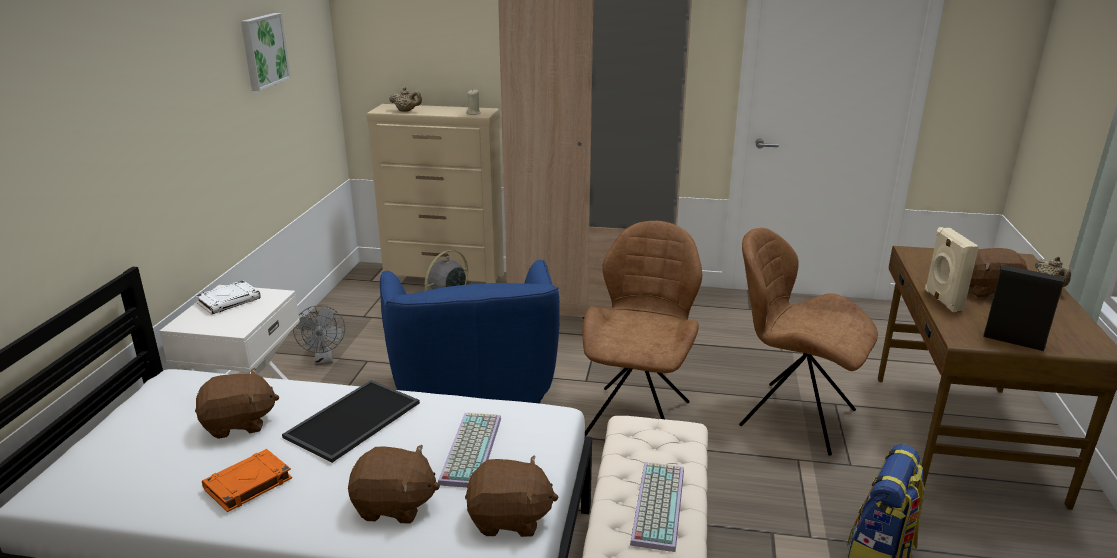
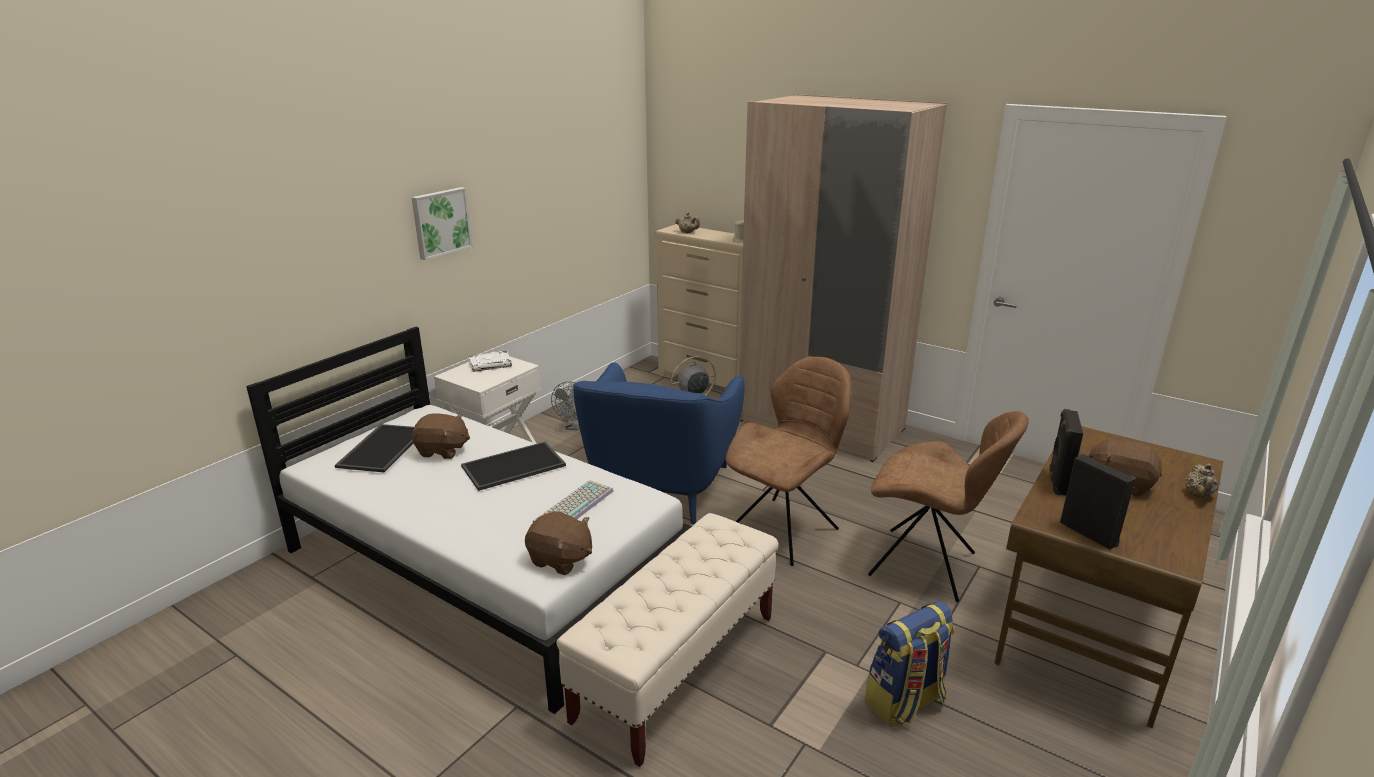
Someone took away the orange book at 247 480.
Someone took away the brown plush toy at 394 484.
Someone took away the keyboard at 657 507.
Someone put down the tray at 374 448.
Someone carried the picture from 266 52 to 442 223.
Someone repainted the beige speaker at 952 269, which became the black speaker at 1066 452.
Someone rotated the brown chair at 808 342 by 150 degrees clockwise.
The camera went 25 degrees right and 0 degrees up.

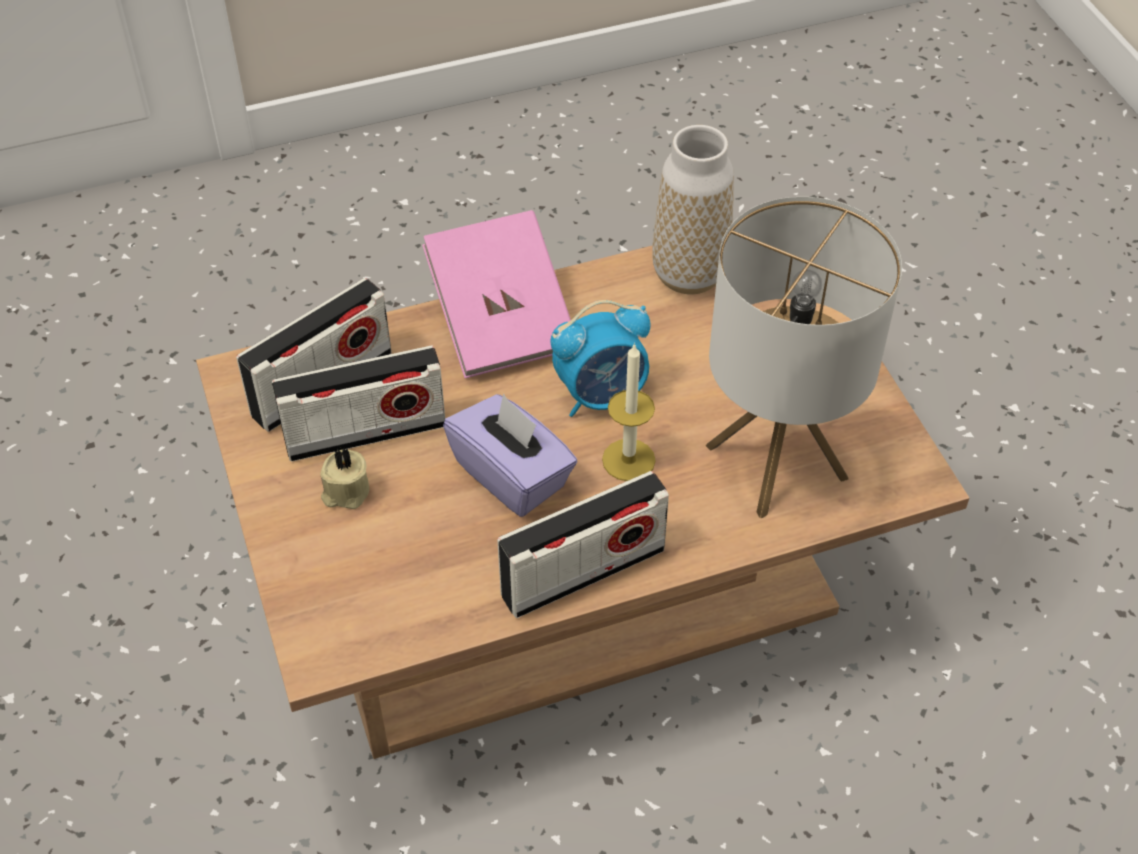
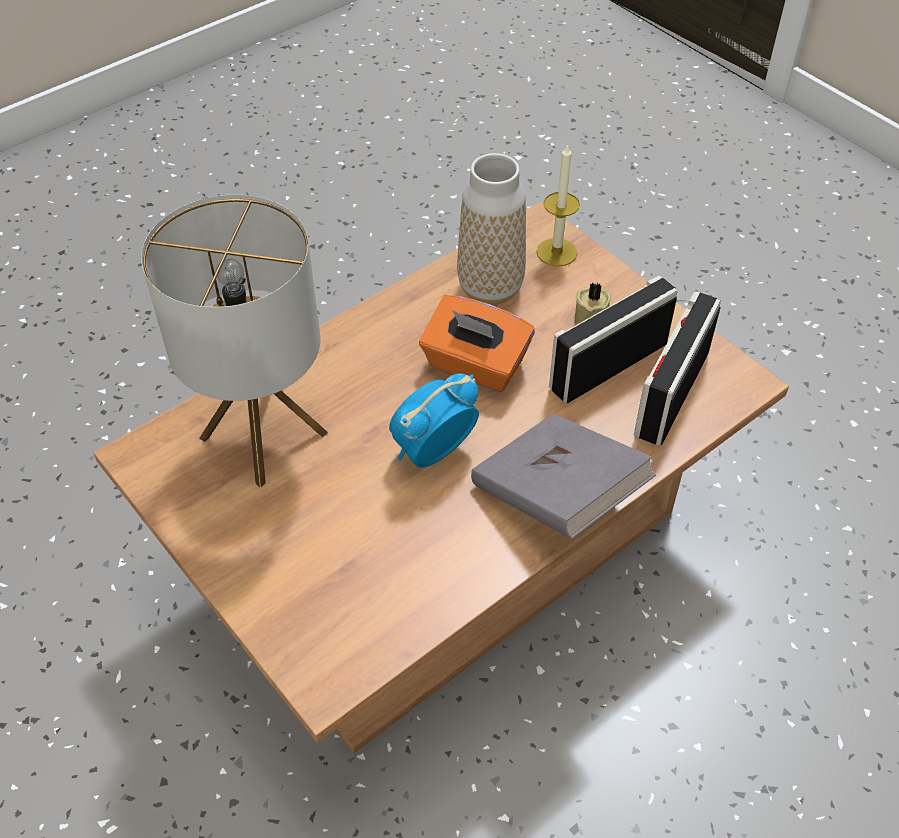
Someone took away the radio at 583 544.
Someone carried the candle from 629 412 to 558 205.
Someone carried the vase from 693 210 to 491 229.
Someone repainted the pink book at 496 294, which became the grey book at 563 476.
Someone repainted the purple tissue box at 510 455, which became the orange tissue box at 477 343.
The camera went 160 degrees right and 0 degrees up.

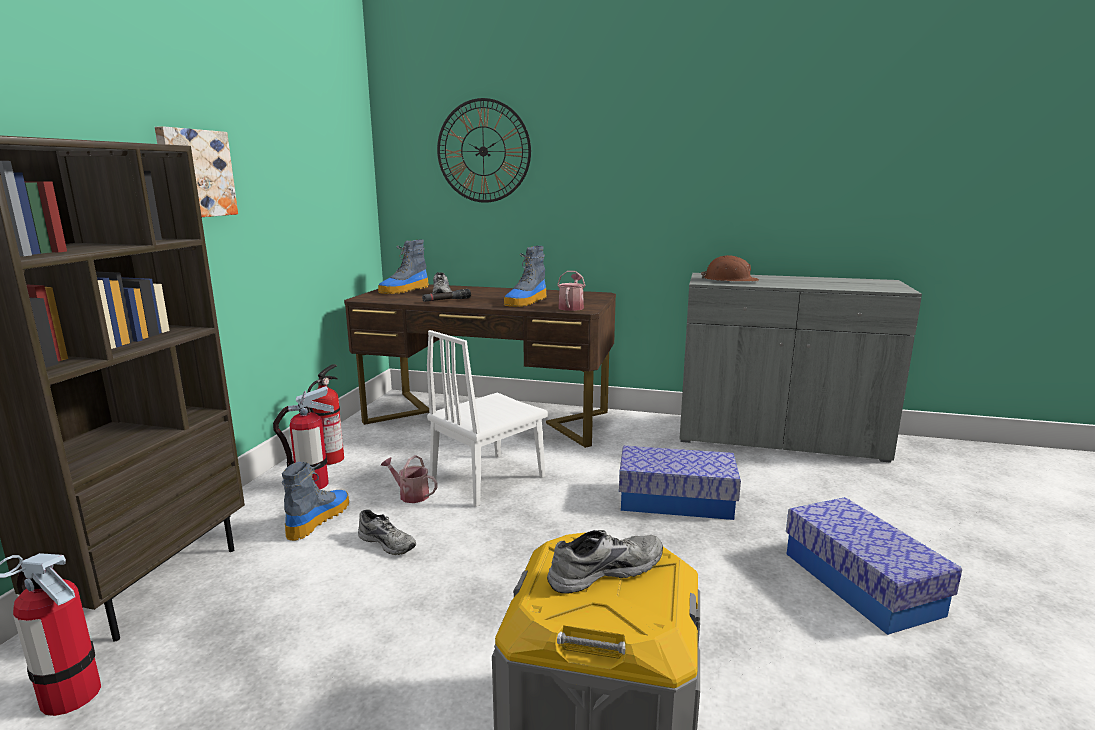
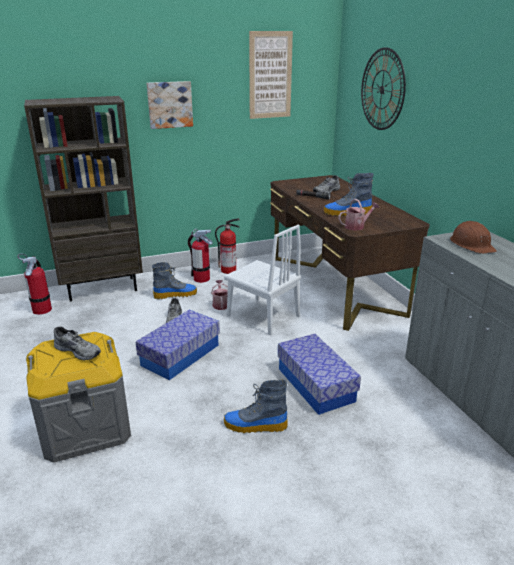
Someone put up the picture at 271 75.
Someone carried the boot from 403 267 to 256 406.
Someone carried the storage box from 874 566 to 178 345.
Someone rotated the white chair at 487 418 by 150 degrees counterclockwise.
The camera went 55 degrees right and 10 degrees up.

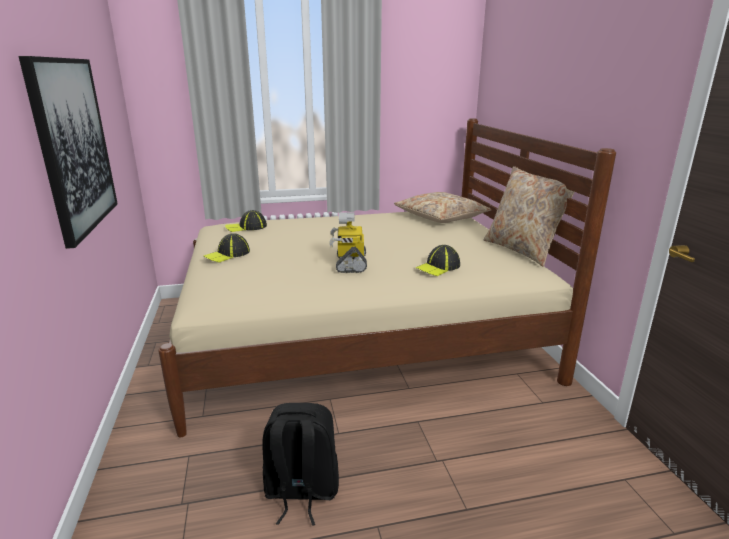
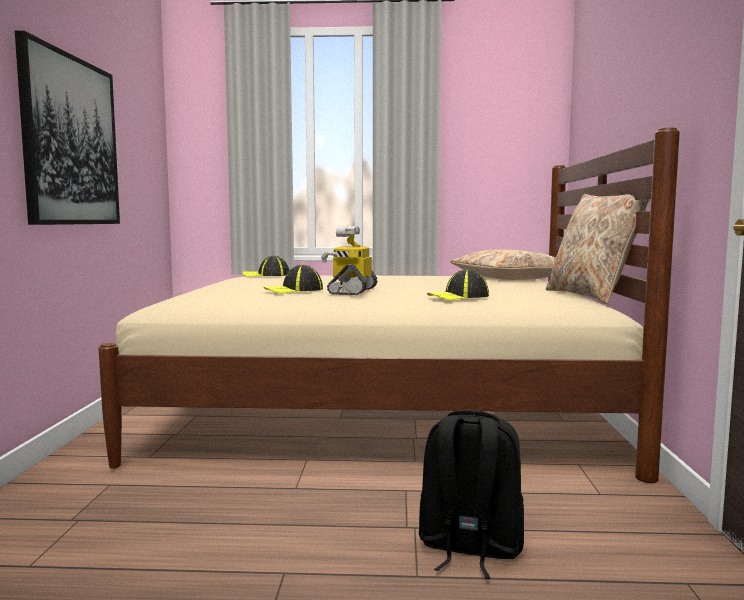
Someone carried the cap from 226 248 to 293 279.
Someone carried the black backpack from 301 464 to 471 494.
The camera went 15 degrees right and 15 degrees down.

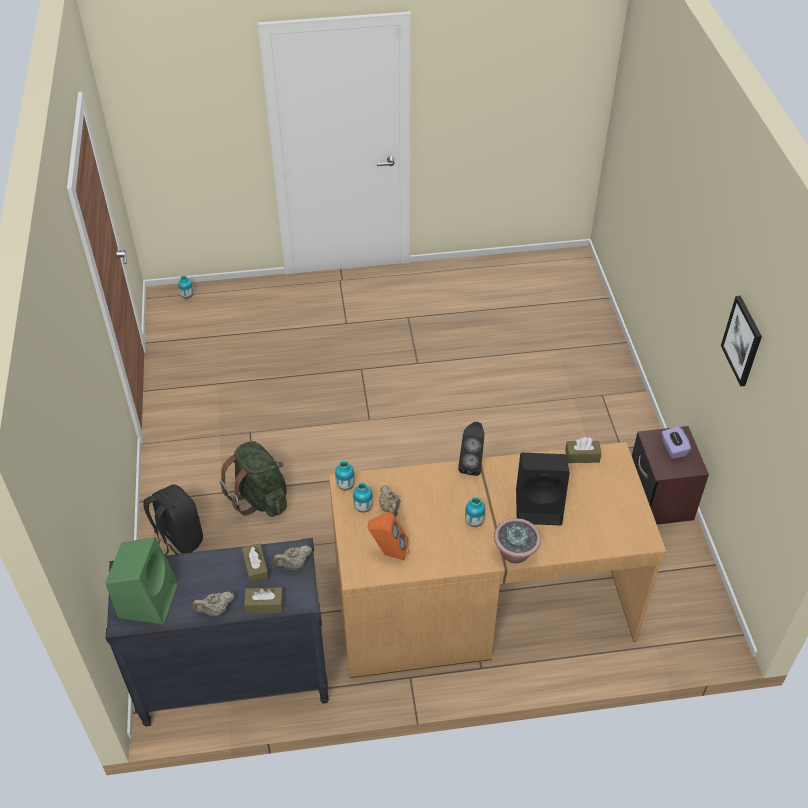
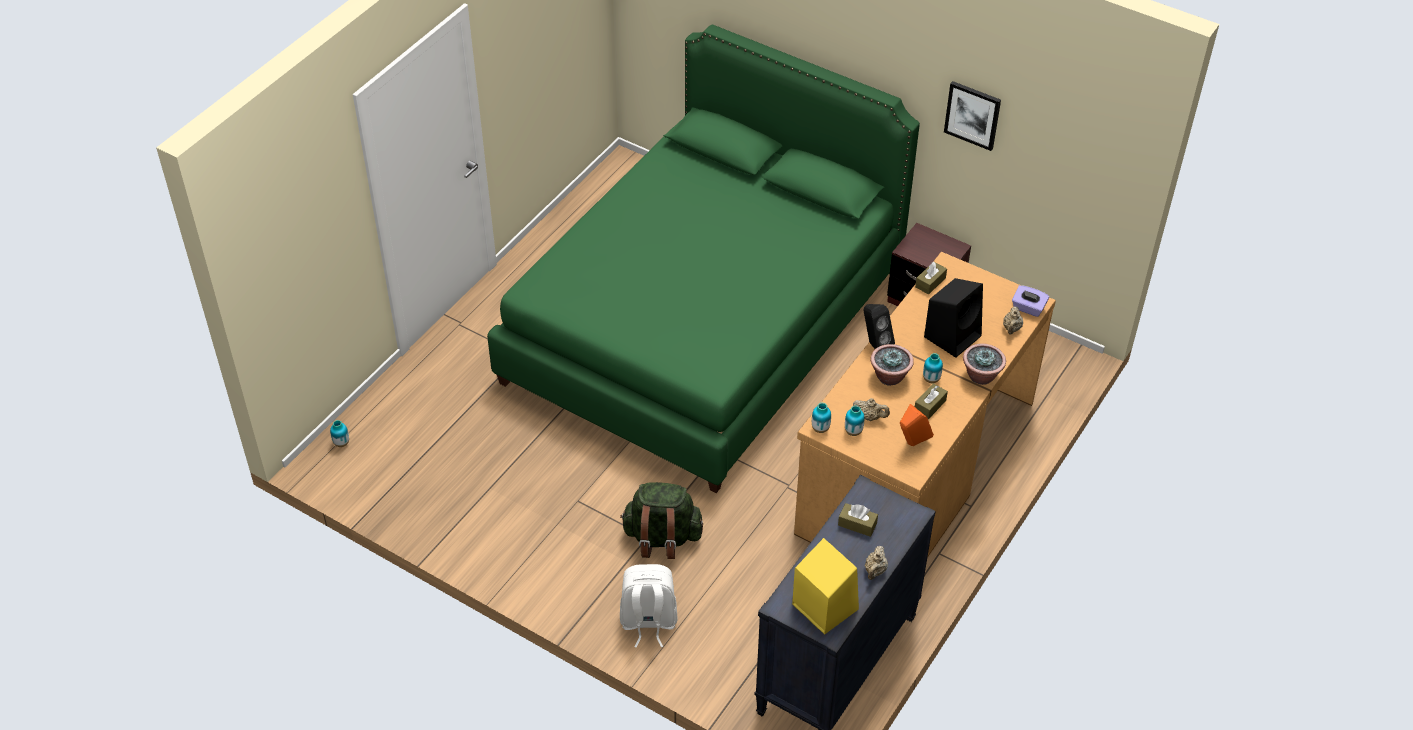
Someone put down the green bed at 703 259.
Someone put down the potted plant at 892 365.
Someone carried the brown tissue box from 264 600 to 931 401.
Someone carried the beige teapot from 292 557 to 1013 320.
Someone carried the purple tissue box from 676 442 to 1030 301.
Someone repainted the green speaker at 141 580, which became the yellow speaker at 825 586.
Someone repainted the black backpack at 173 520, which became the white backpack at 649 606.
The camera went 50 degrees left and 0 degrees up.

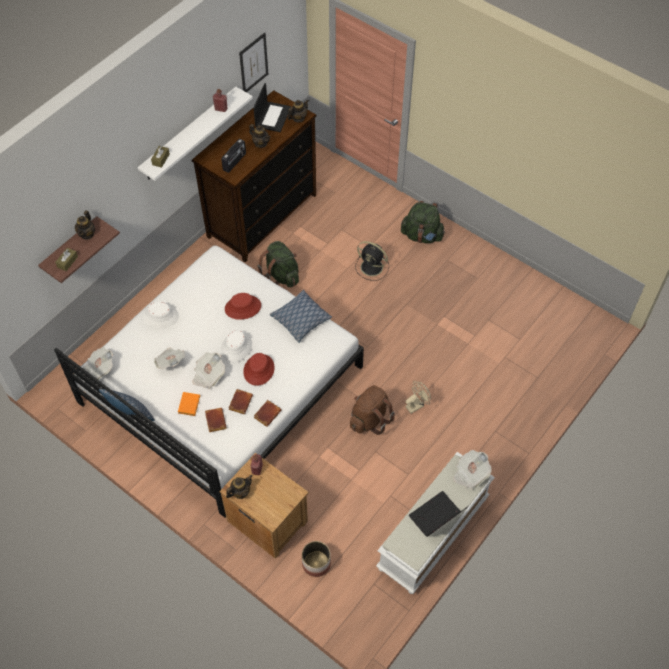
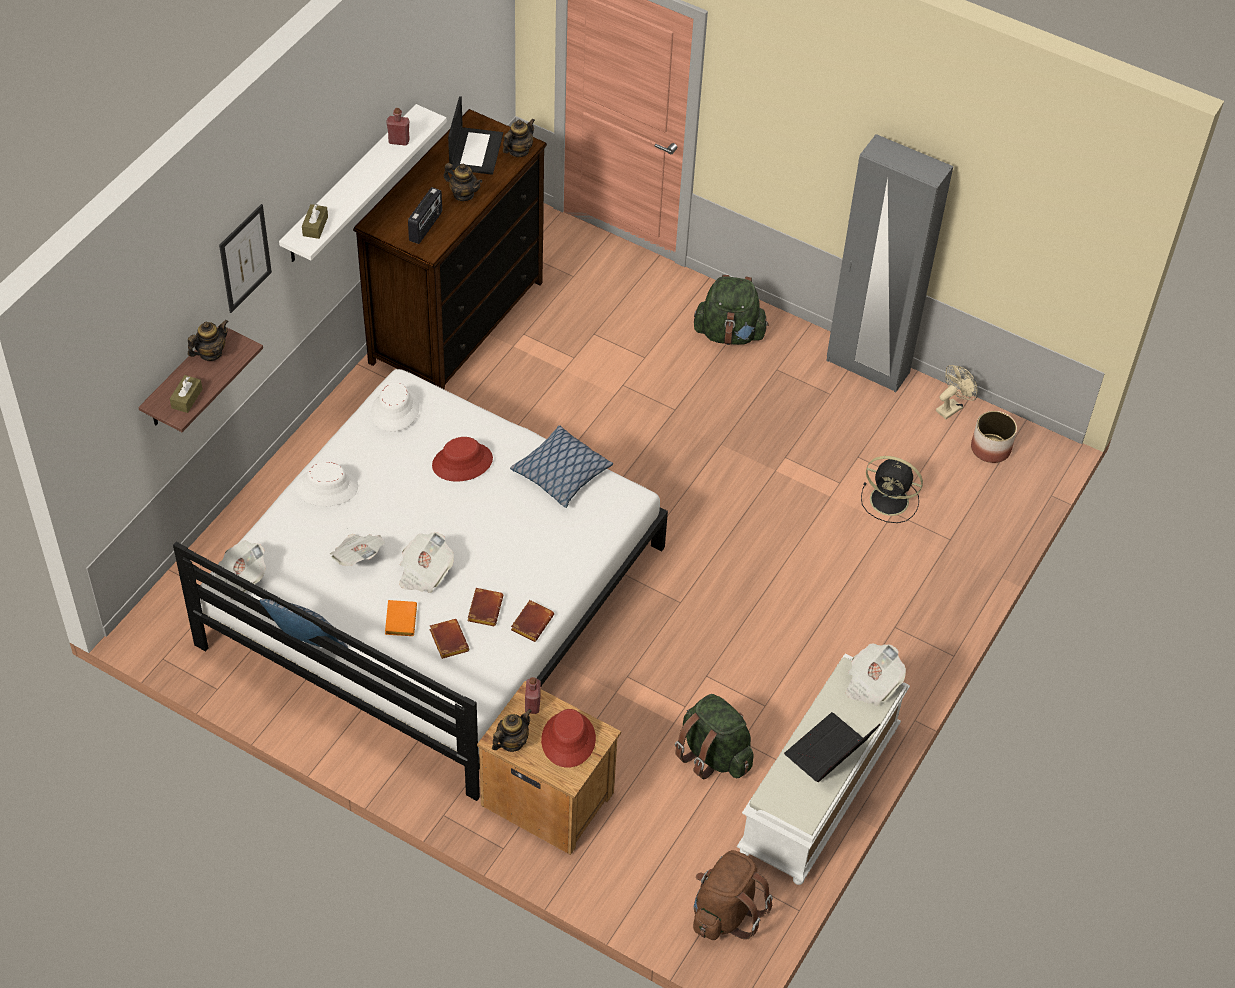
Someone put down the grey wardrobe at 889 263.
Someone carried the white hat from 236 346 to 395 407.
Someone carried the picture from 253 62 to 245 258.
Someone carried the red hat from 259 369 to 568 738.
Someone carried the green backpack from 278 264 to 714 736.
Someone carried the planter from 316 559 to 994 437.
Someone carried the brown backpack from 372 410 to 733 895.
Someone carried the black fan from 372 261 to 892 489.
Someone carried the beige fan from 418 397 to 956 392.
Someone rotated the teapot at 85 225 by 135 degrees counterclockwise.
The camera went 10 degrees left and 5 degrees down.

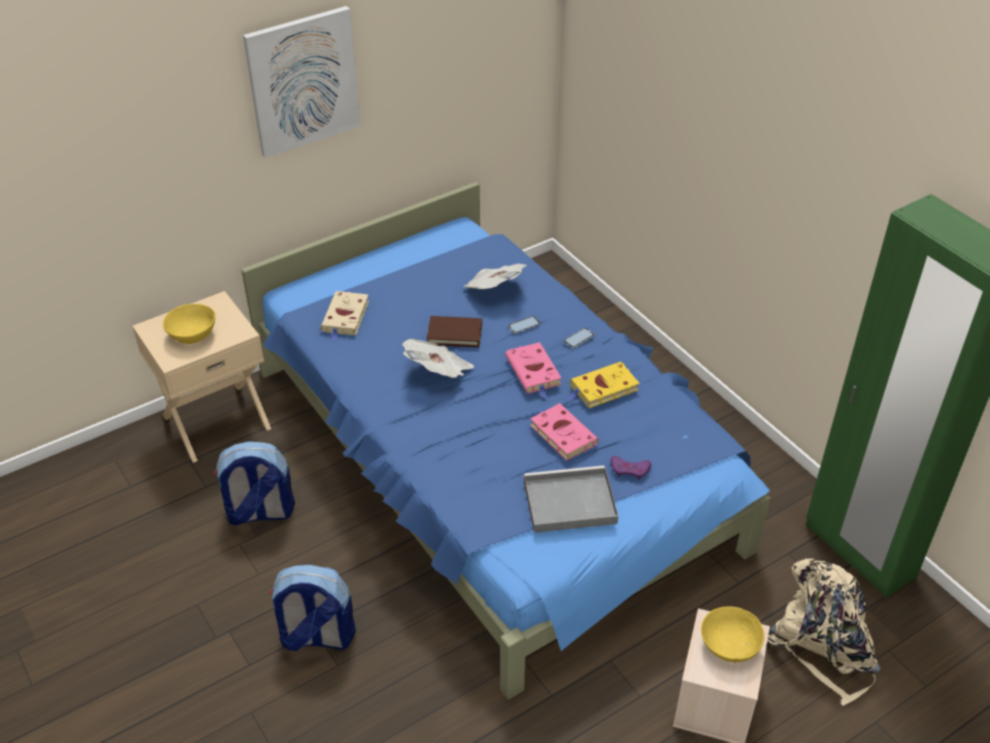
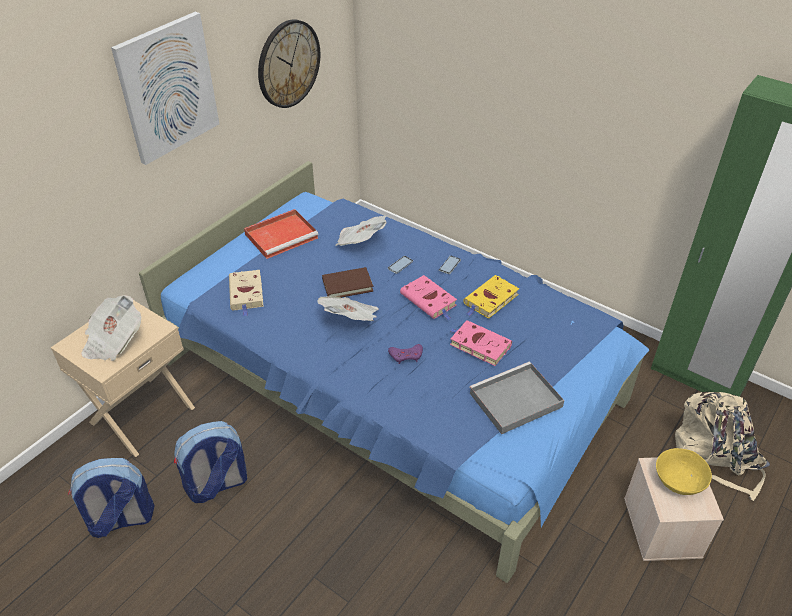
Someone put down the red tray at 281 234.
Someone put up the wall clock at 289 63.
Someone carried the backpack from 312 608 to 111 498.
Someone carried the purple game controller from 630 468 to 405 354.
Someone swapped the yellow bowl at 189 324 for the newspaper at 111 328.
The camera went 20 degrees left and 0 degrees up.

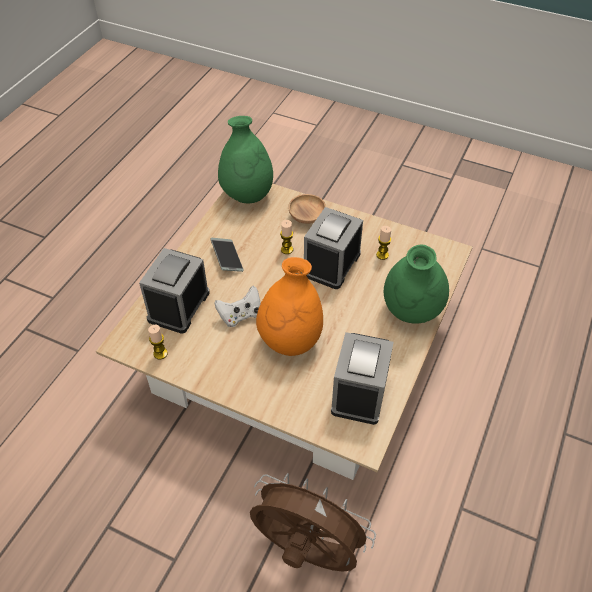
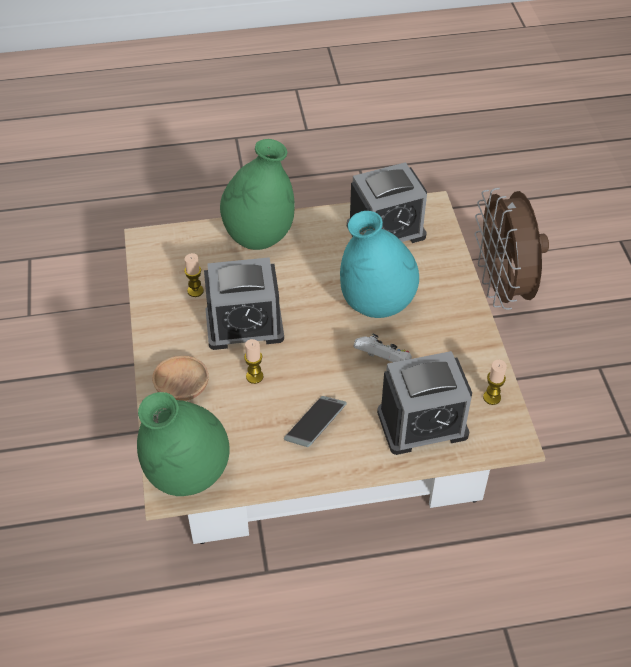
Someone repainted the orange vase at 289 306, which became the turquoise vase at 379 264.
The camera went 125 degrees left and 0 degrees up.

